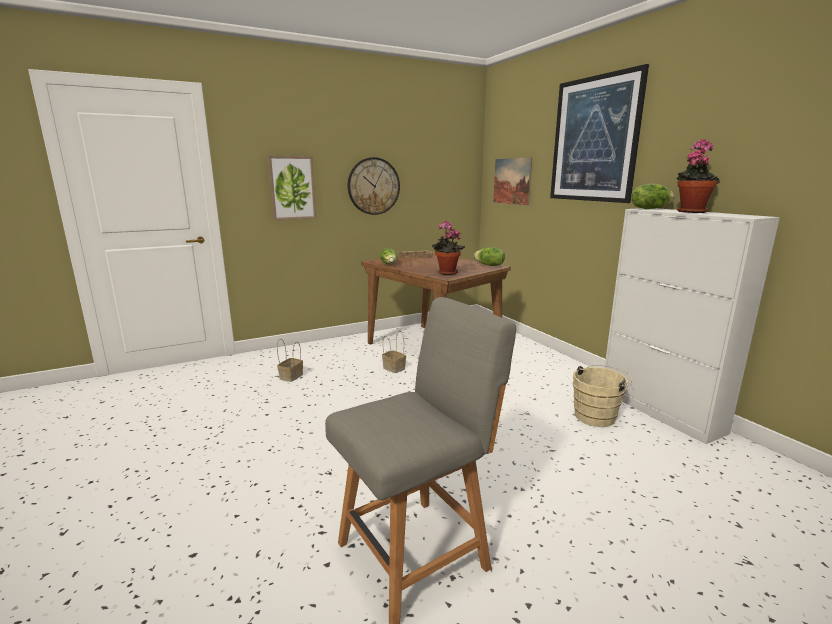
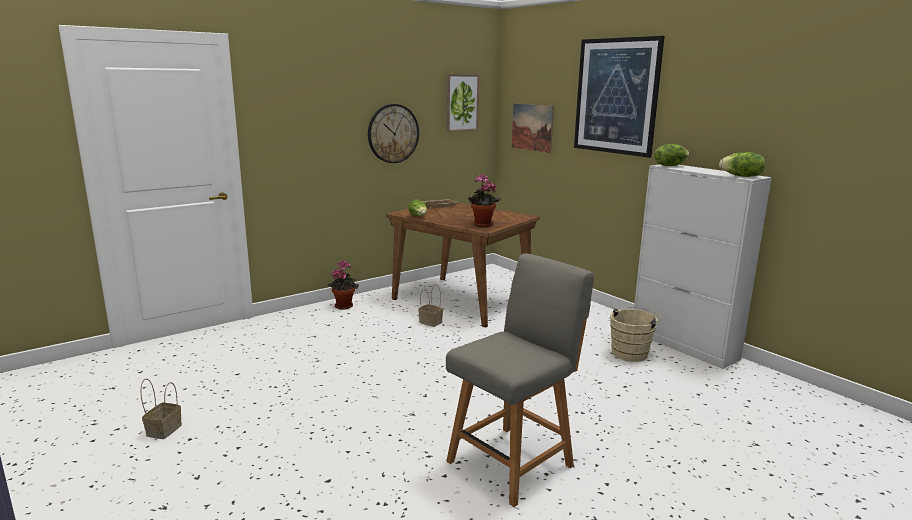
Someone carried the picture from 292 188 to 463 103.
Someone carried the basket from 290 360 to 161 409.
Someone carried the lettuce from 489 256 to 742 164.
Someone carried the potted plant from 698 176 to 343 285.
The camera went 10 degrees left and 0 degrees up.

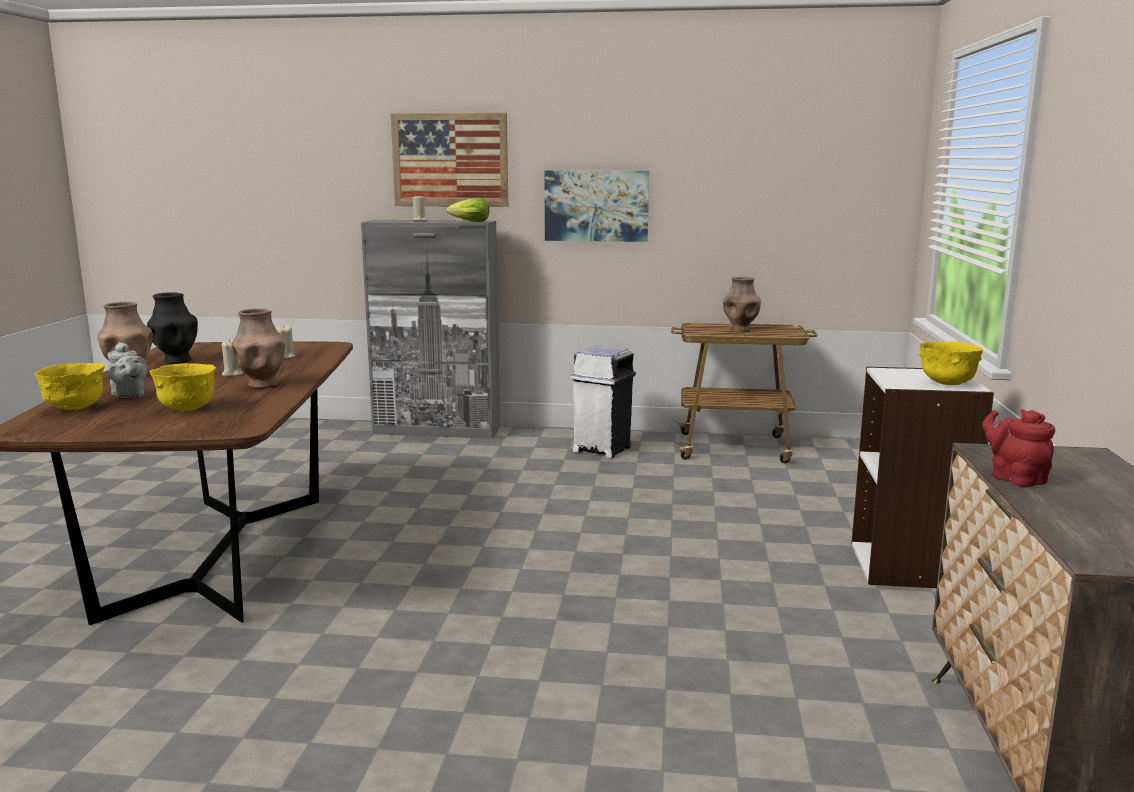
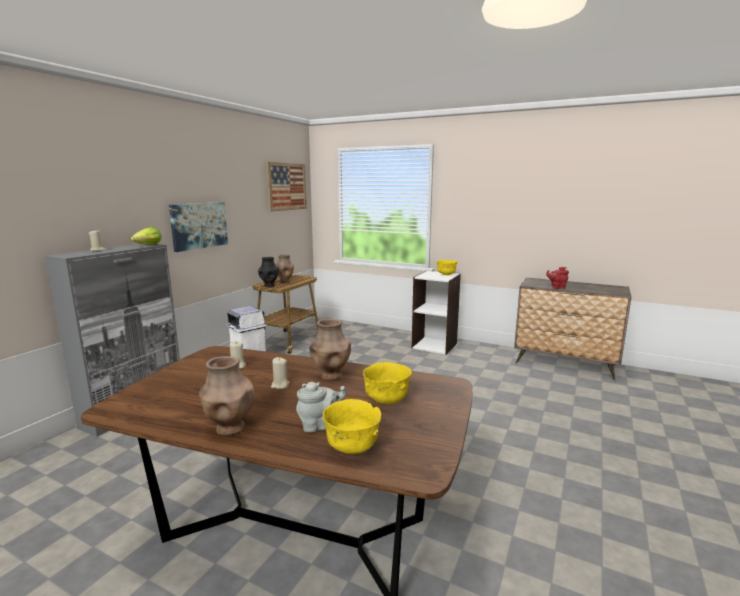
Someone carried the black vase from 172 328 to 268 272.
Someone carried the picture from 449 159 to 286 186.
The camera went 70 degrees left and 0 degrees up.

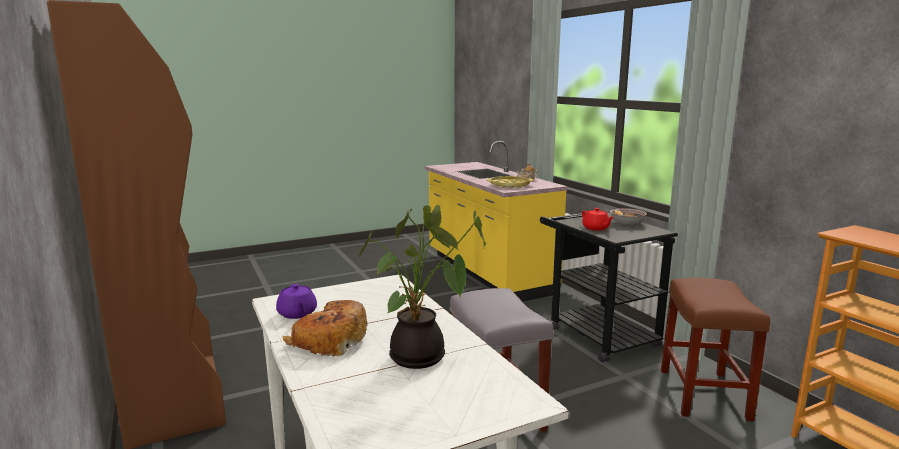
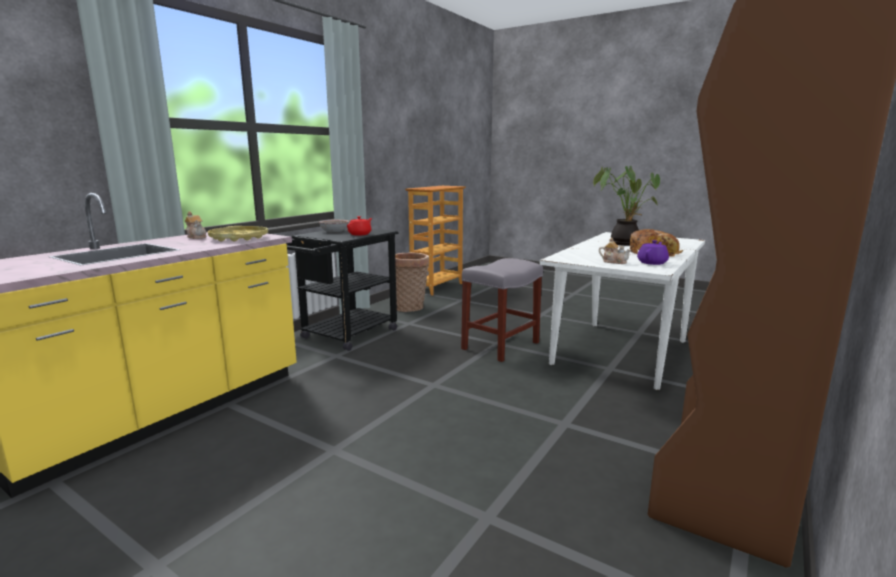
Someone put down the teapot at 615 250.
Someone swapped the brown stool at 715 349 for the basket at 412 282.
The camera went 120 degrees left and 0 degrees up.

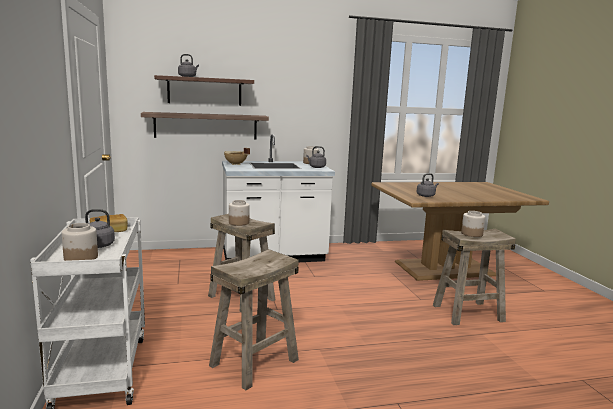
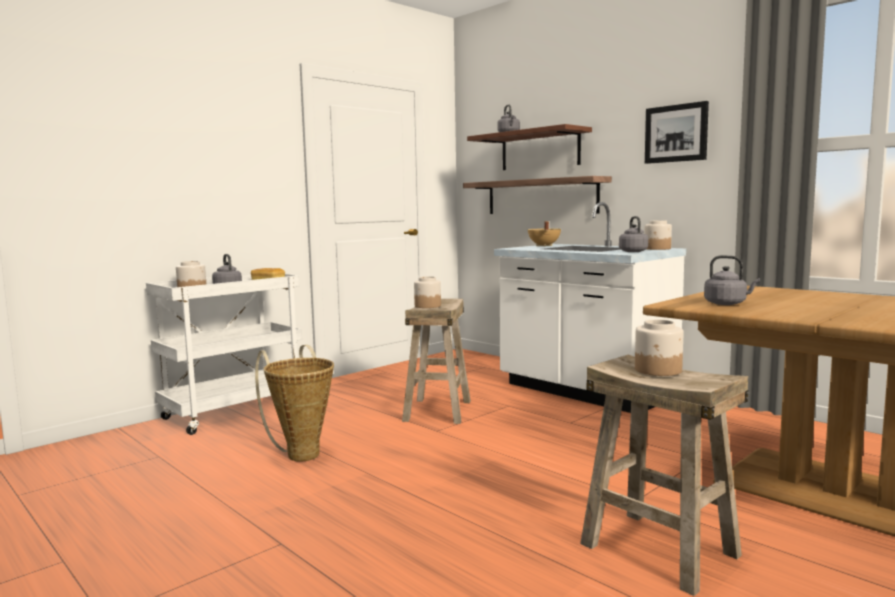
Someone put up the picture at 677 132.
Someone swapped the beige stool at 254 319 for the basket at 294 403.
The camera went 60 degrees right and 5 degrees down.

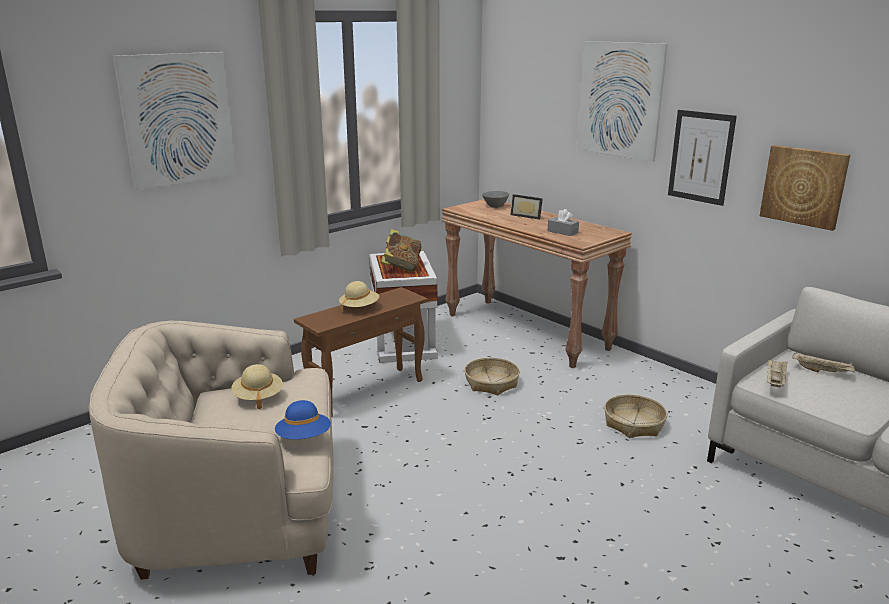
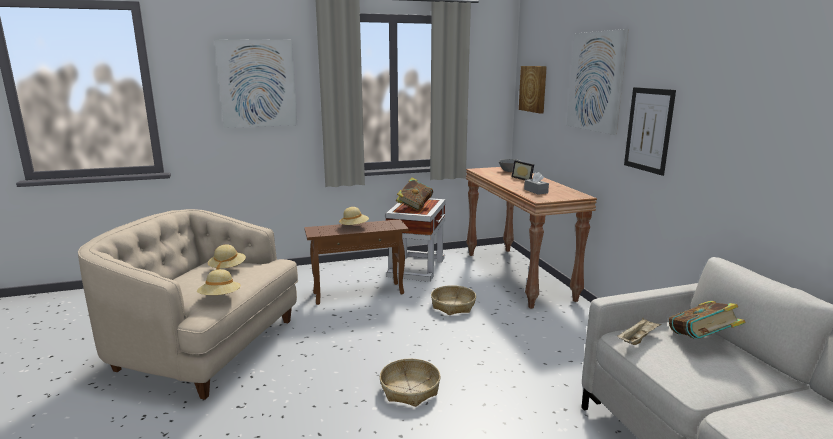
Someone carried the basket from 635 416 to 410 383.
Someone carried the picture from 805 188 to 533 90.
Someone swapped the beige tray at 823 362 for the book at 707 320.
Someone repainted the blue hat at 303 419, which became the beige hat at 219 282.
The camera went 25 degrees right and 5 degrees down.

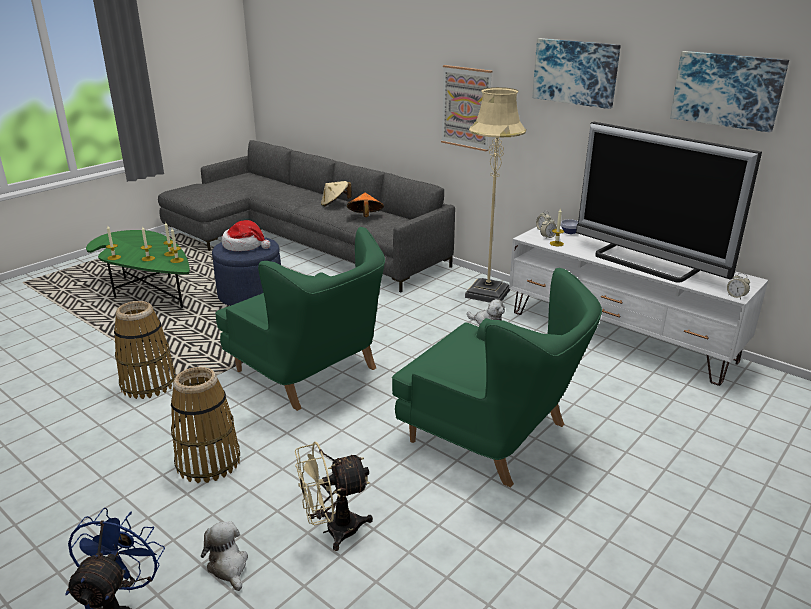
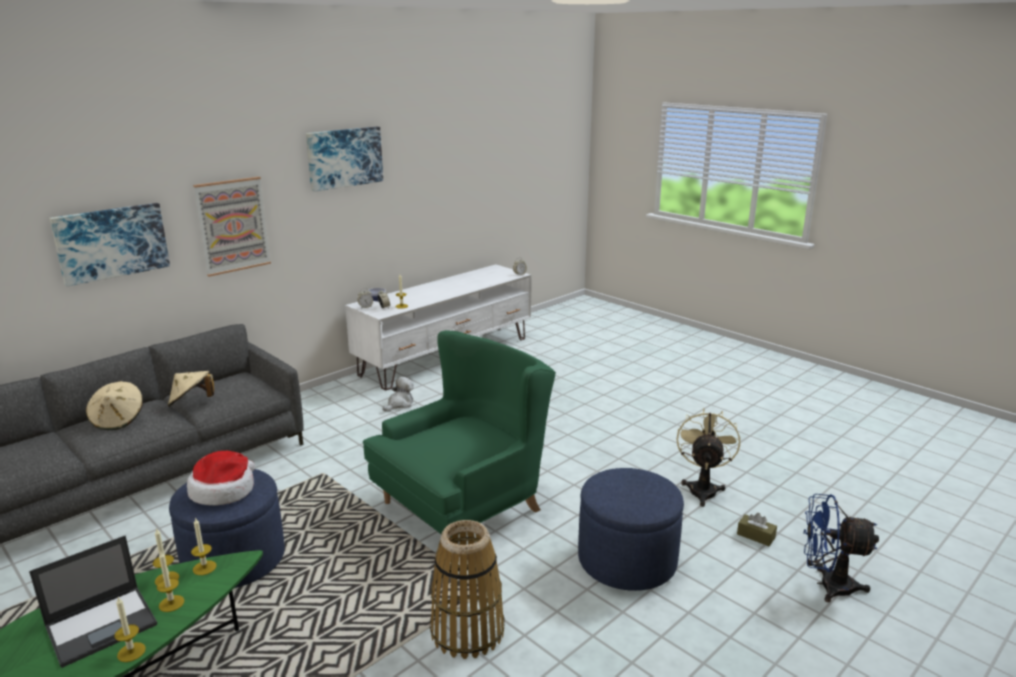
Someone took away the green armchair at 497 378.
Someone took away the beige floor lamp at 495 195.
Someone took away the television at 669 202.
Someone put down the laptop at 93 602.
Someone carried the picture from 729 92 to 109 244.
Someone swapped the basket at 205 425 for the blue ottoman at 631 529.
Someone swapped the plush toy at 224 556 for the brown tissue box at 757 529.
Someone repainted the orange hat at 365 205, which became the beige hat at 191 389.
Someone rotated the beige fan at 334 496 by 150 degrees counterclockwise.
The camera went 85 degrees left and 5 degrees down.

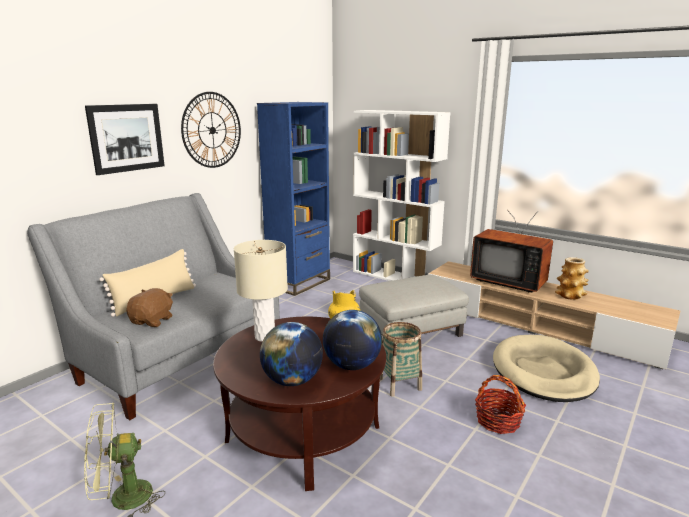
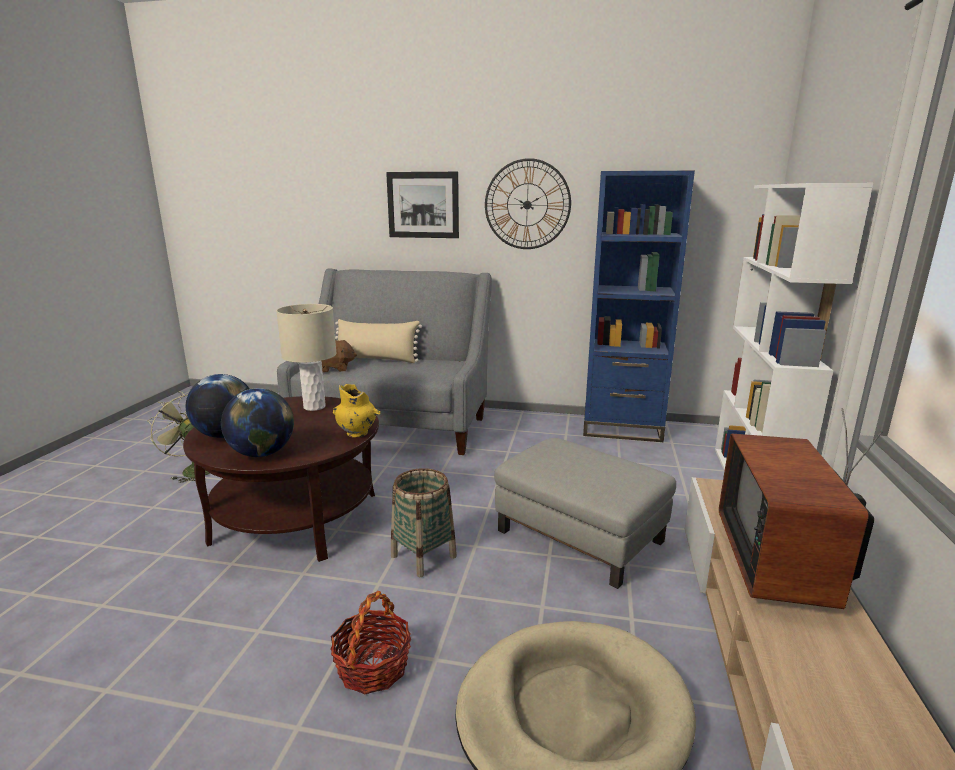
Someone took away the vase at 572 278.
The camera went 65 degrees right and 0 degrees up.

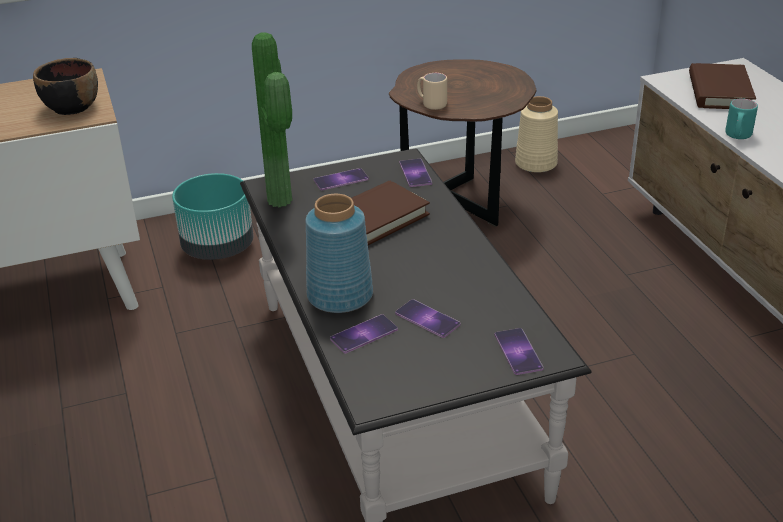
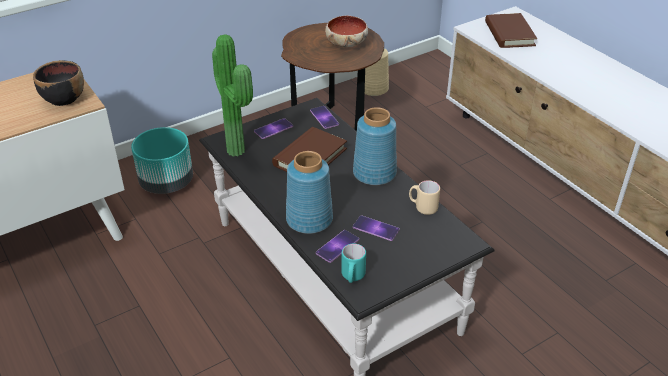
Someone took away the phone at 519 351.
Someone put down the bowl at 346 32.
Someone put down the blue vase at 375 146.
Someone carried the beige mug from 432 91 to 424 197.
Someone carried the turquoise mug from 741 118 to 353 263.
The camera went 15 degrees left and 5 degrees up.

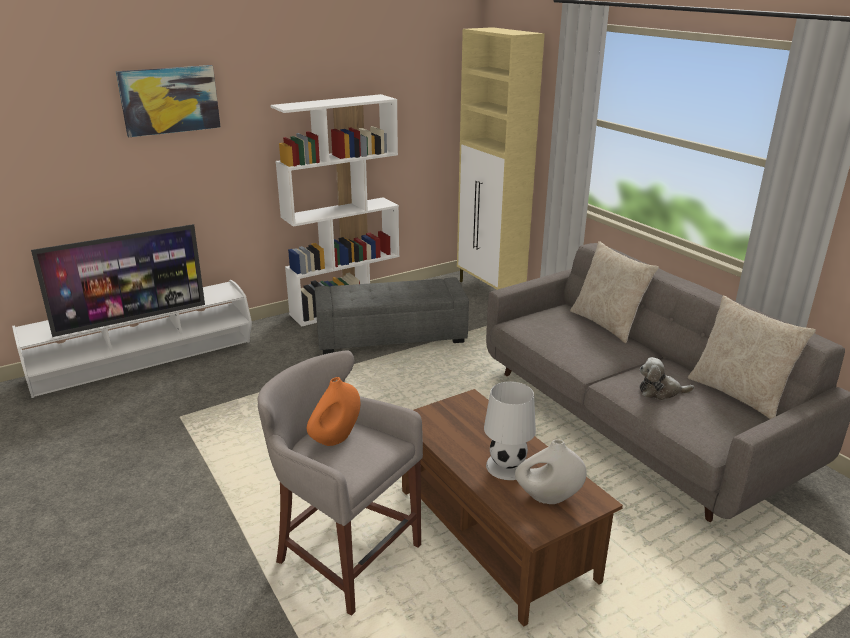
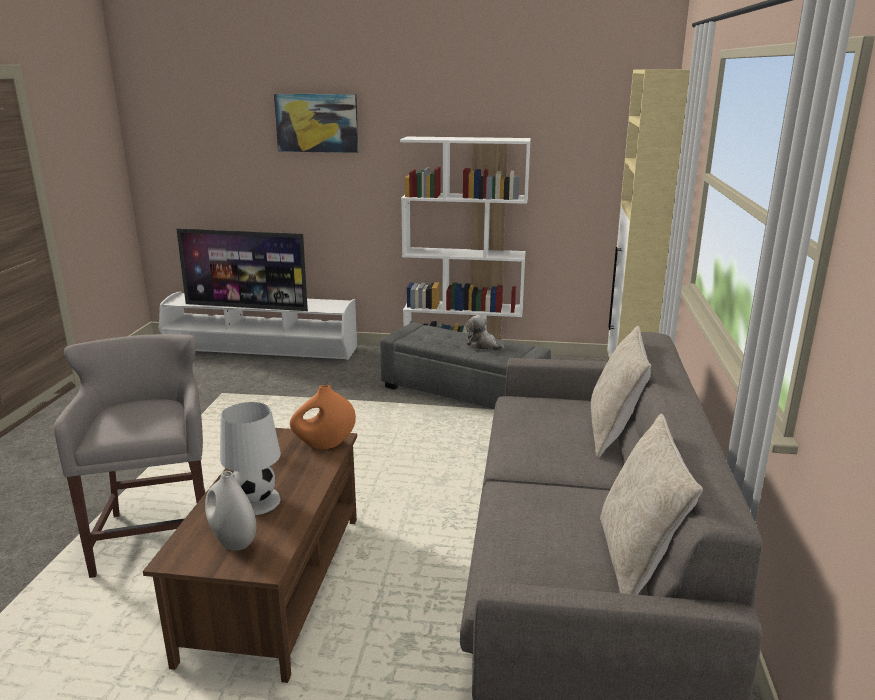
Someone carried the orange vase from 333 411 to 323 417.
Someone carried the plush toy from 666 378 to 485 333.
The camera went 40 degrees right and 5 degrees down.

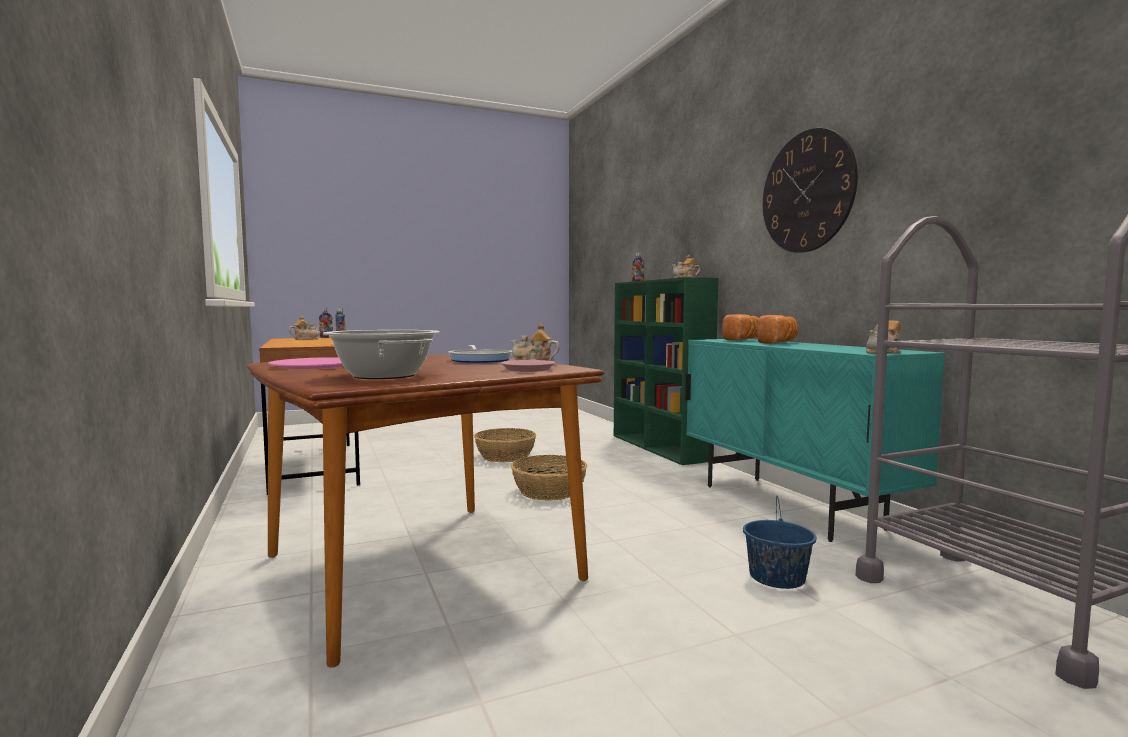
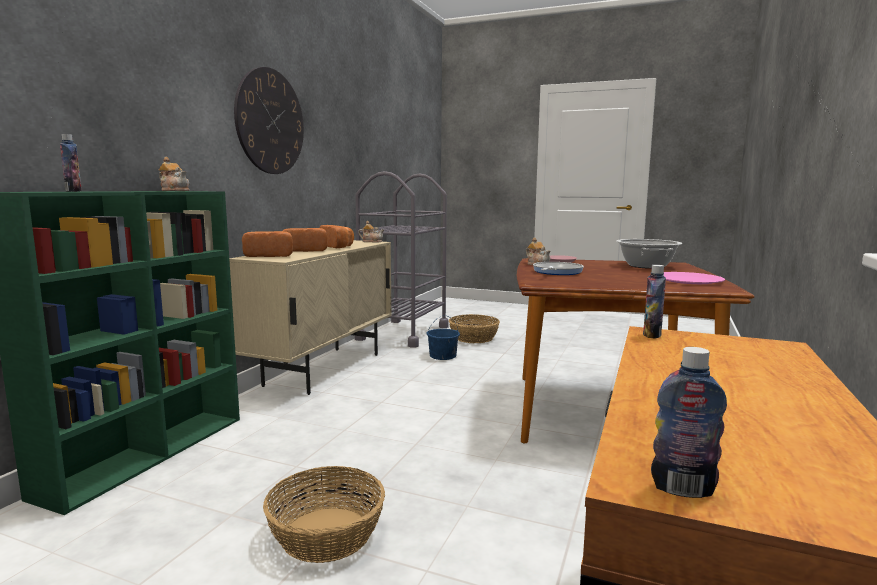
Someone took away the teapot at 305 328.
Someone put down the bread at 337 236.
Someone carried the basket from 549 478 to 474 328.
Someone repainted the turquoise cabinet at 815 440, which became the beige cabinet at 310 317.
The camera went 135 degrees left and 5 degrees up.

